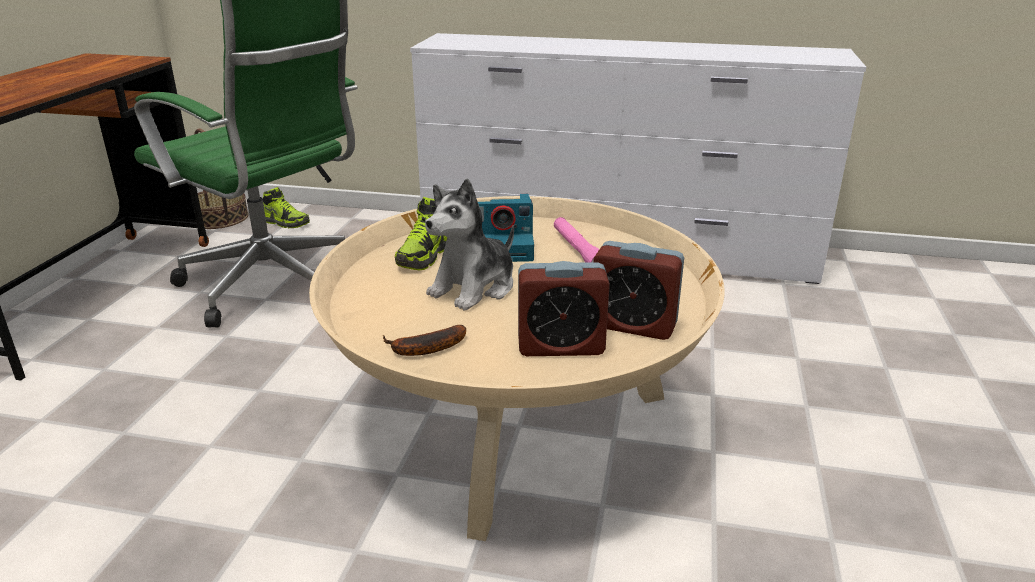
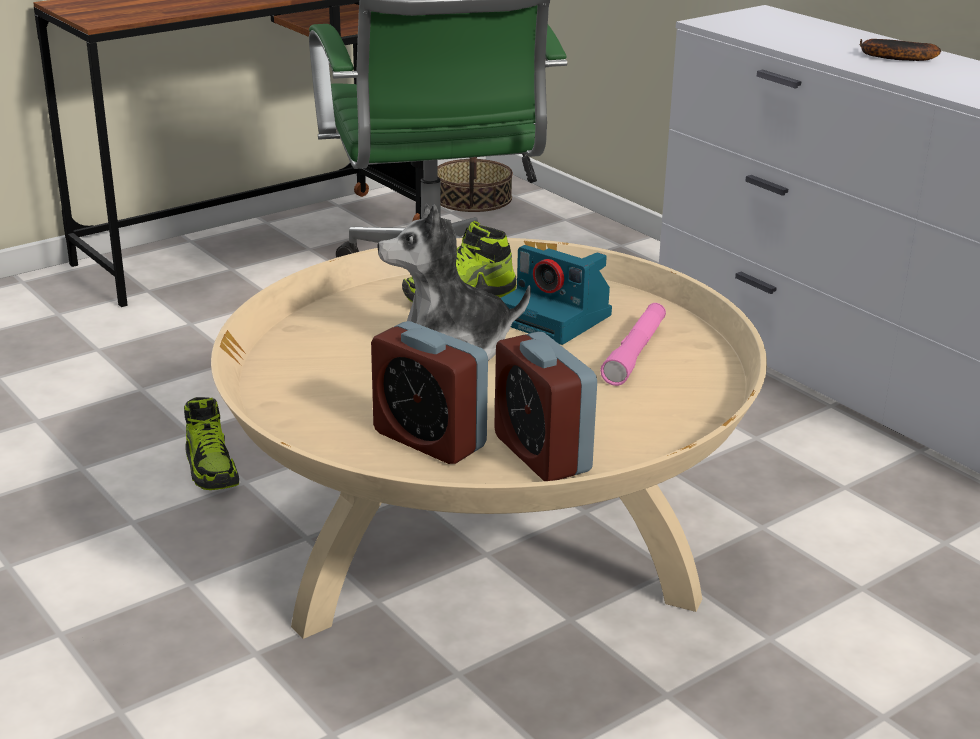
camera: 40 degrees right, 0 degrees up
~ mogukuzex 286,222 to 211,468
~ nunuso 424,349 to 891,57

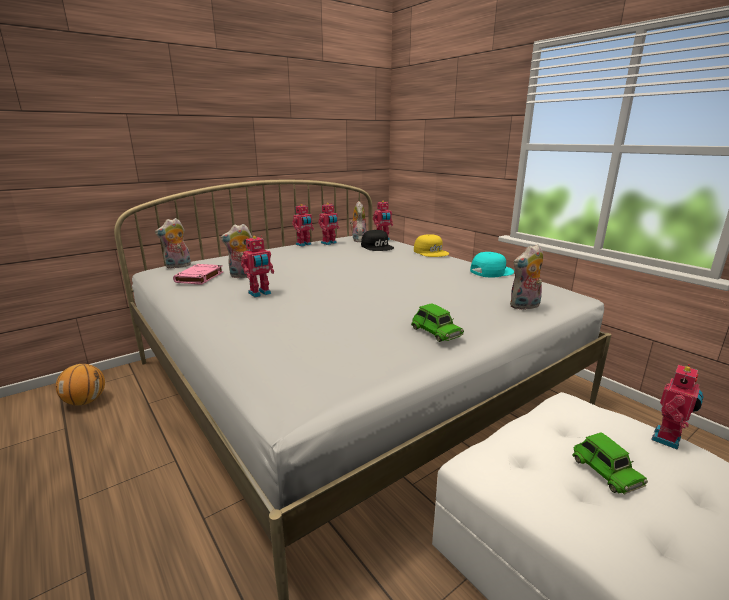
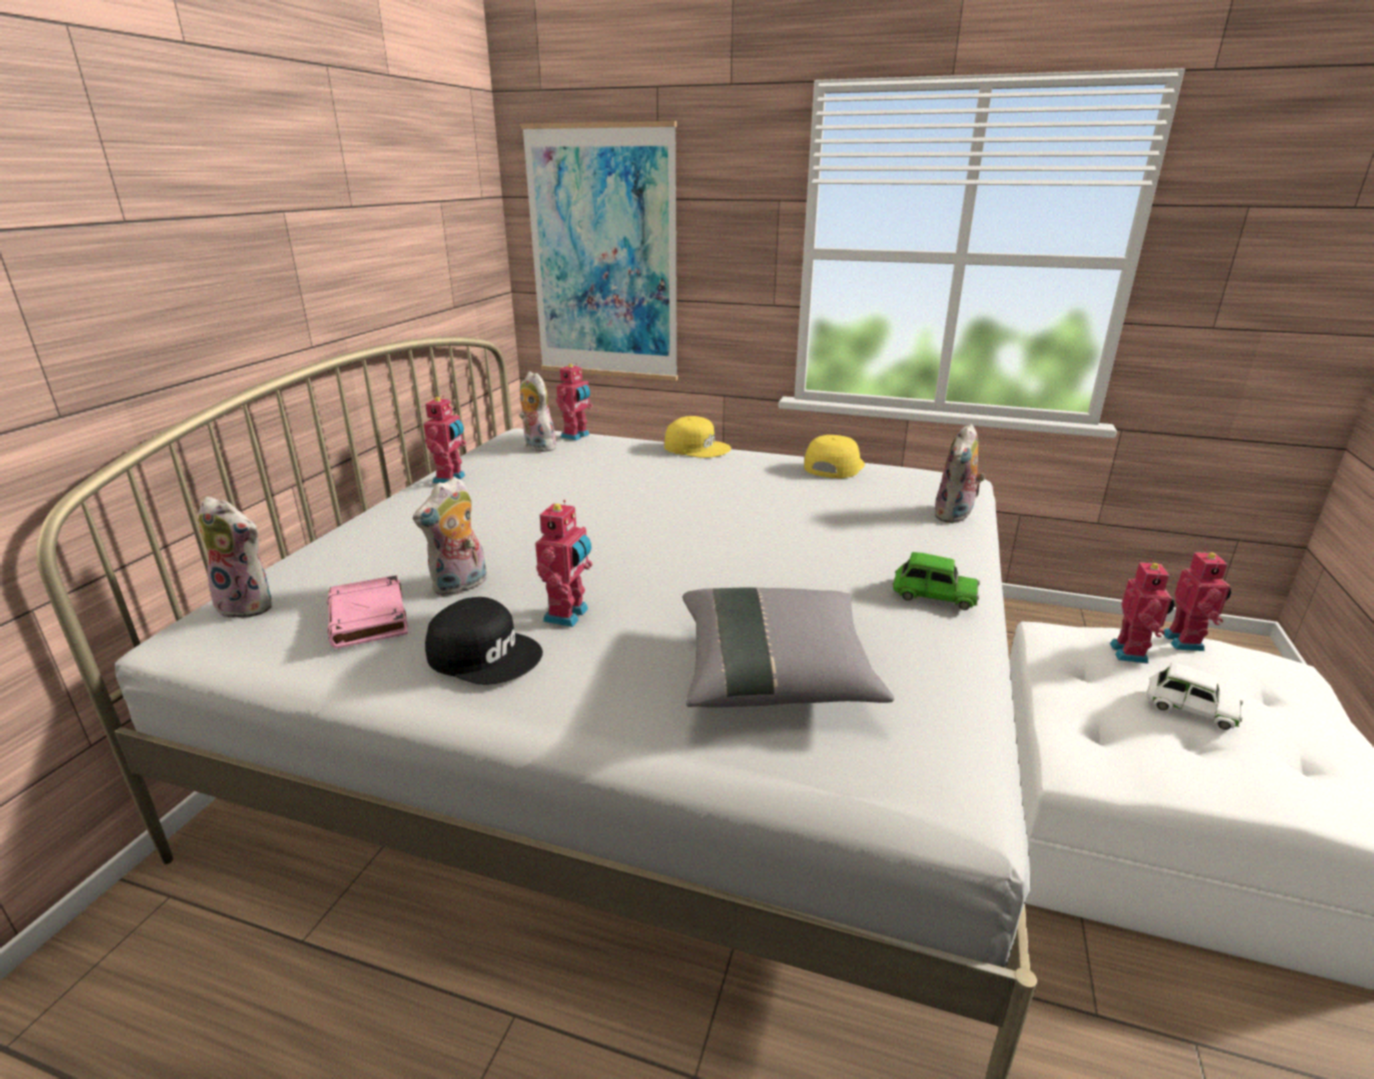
camera: 35 degrees left, 5 degrees up
~ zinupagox 178,266 = 250,605 90 degrees counterclockwise
~ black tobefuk 377,246 to 485,653
+ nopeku 604,256
+ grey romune 775,676
~ turquoise tobefuk 491,271 to yellow tobefuk 833,466
~ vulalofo 329,243 to 1131,653
~ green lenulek 605,470 to white lenulek 1190,706
- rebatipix 86,401

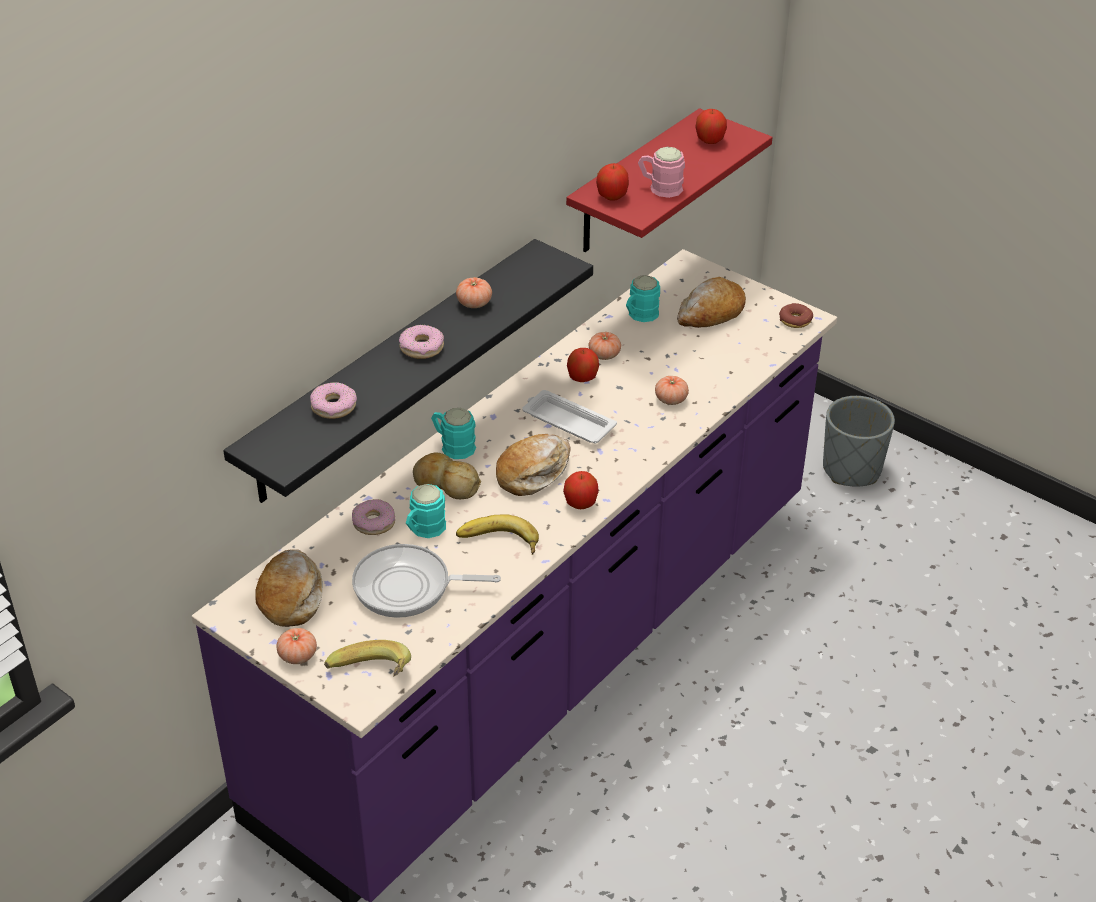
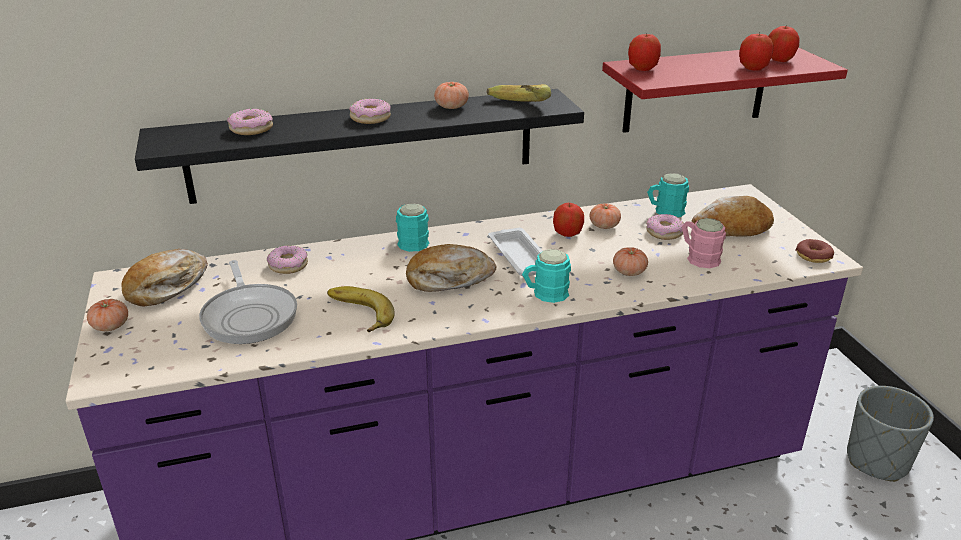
camera: 35 degrees right, 10 degrees down
~ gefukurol 408,587 = 249,316 150 degrees counterclockwise
~ nunuso 371,679 to 515,109
~ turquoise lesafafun 424,529 to 545,294
+ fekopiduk 664,232
~ pink lesafafun 660,187 to 698,257
~ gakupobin 580,503 to 753,68
- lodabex 446,483

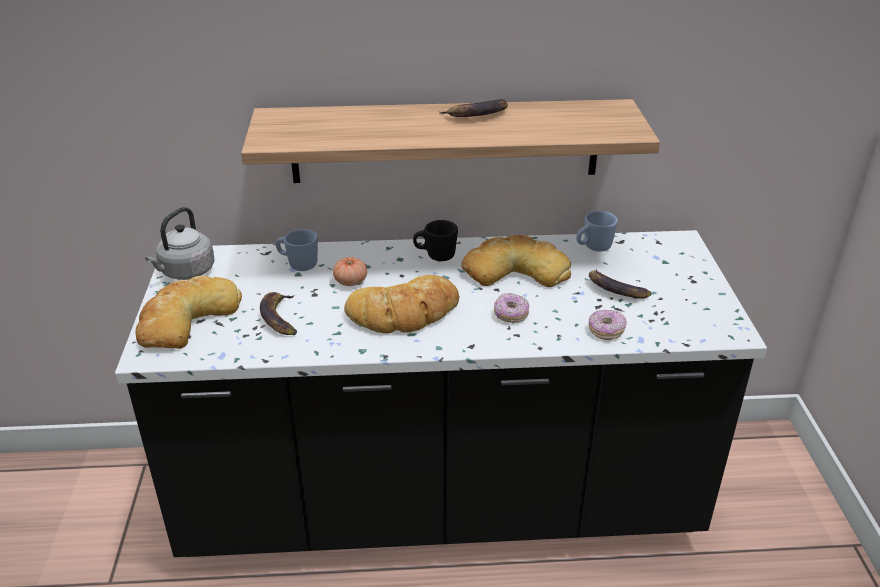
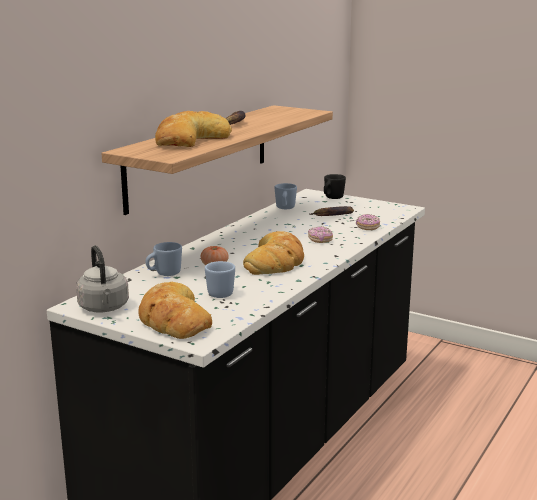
camera: 55 degrees left, 15 degrees down
~ lodabex 515,270 to 190,140
~ nunuso 279,318 to blue lesafafun 222,292
~ black lesafafun 435,256 to 332,198

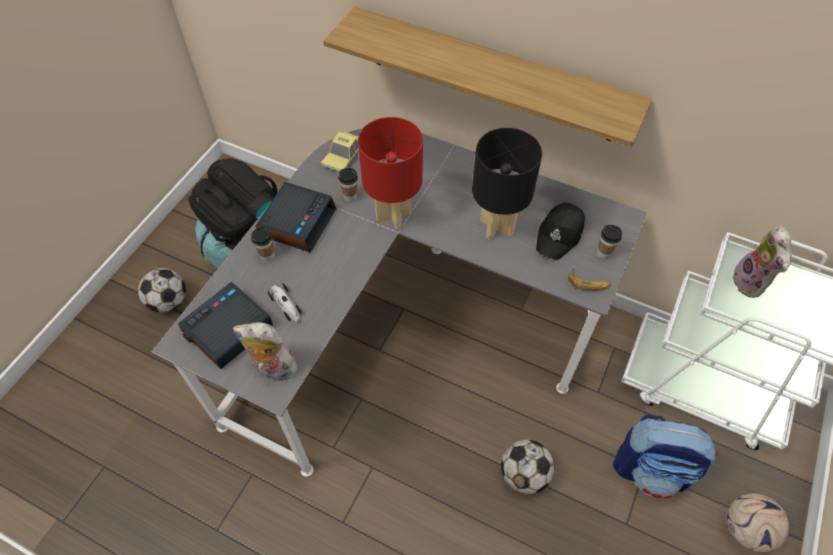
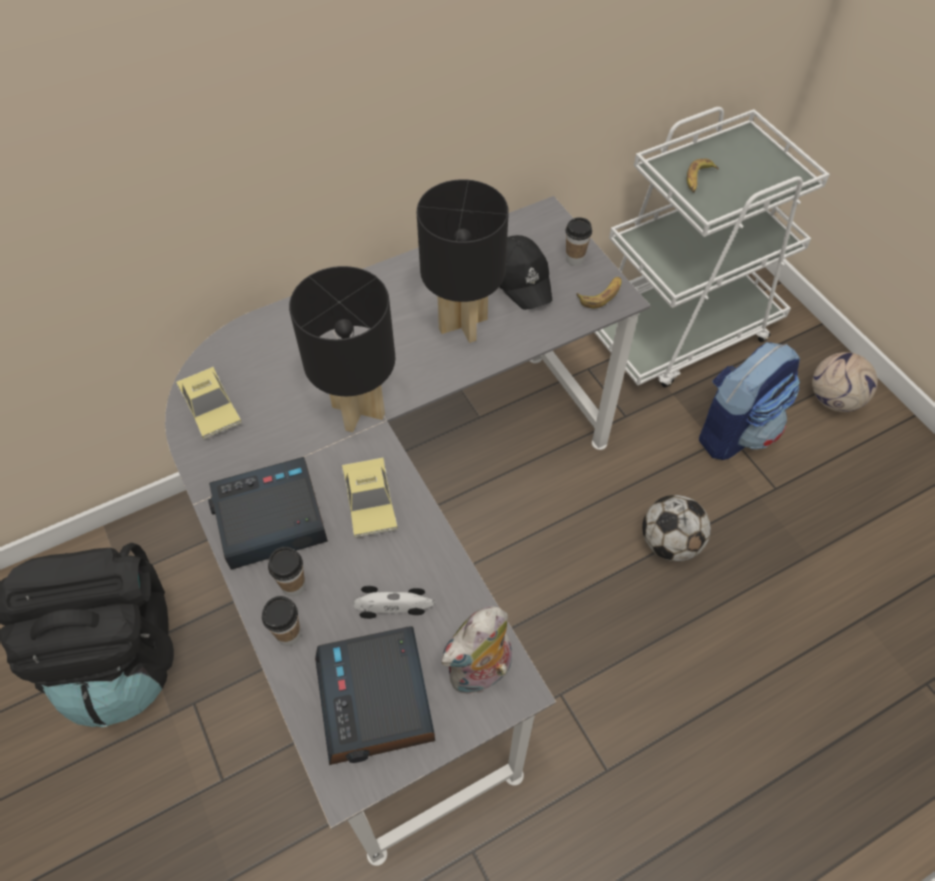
camera: 55 degrees left, 0 degrees up
~ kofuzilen 297,222 = 270,519 75 degrees counterclockwise
~ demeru 350,196 to 288,634
~ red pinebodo 394,216 to black pinebodo 359,410
+ lenulek 370,501
~ zinupagox 751,283 to nunuso 698,179
- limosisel 169,302
- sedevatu 491,75

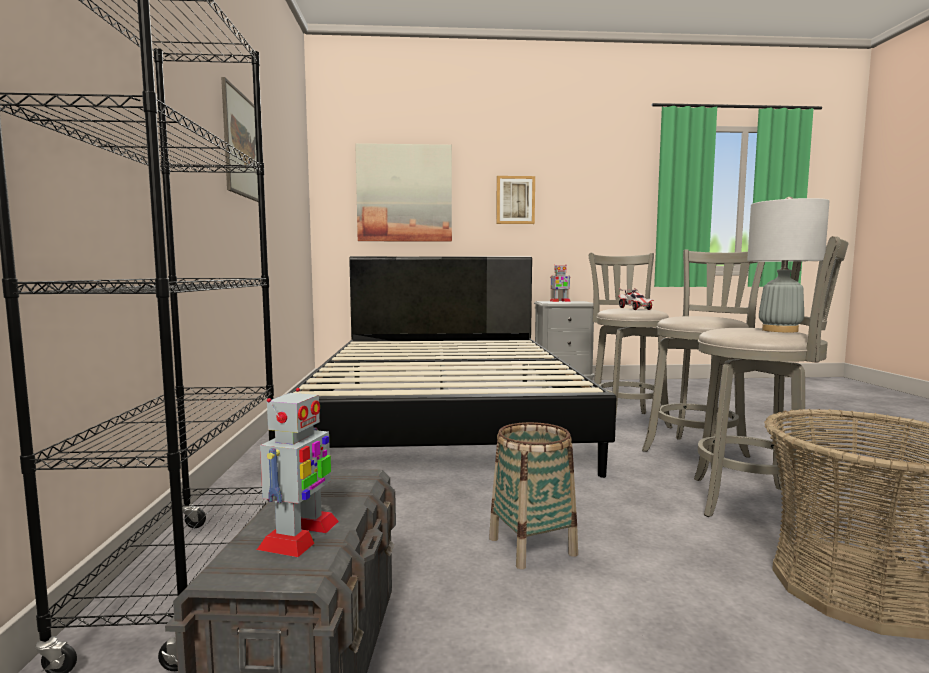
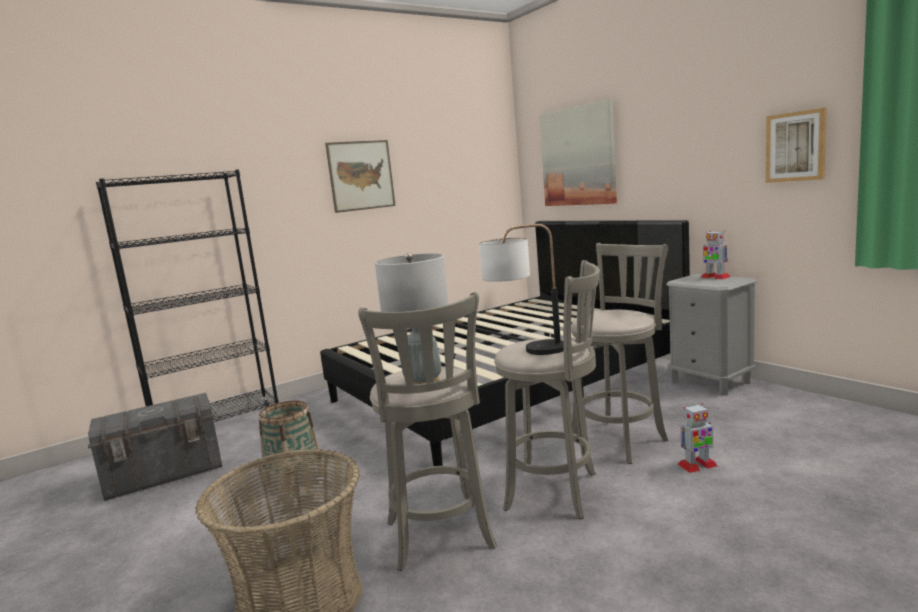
camera: 60 degrees right, 5 degrees up
+ pinebodo 526,351
~ vulalofo 299,536 to 697,465
~ nopeku 515,200 to 796,146
- lenulek 635,308

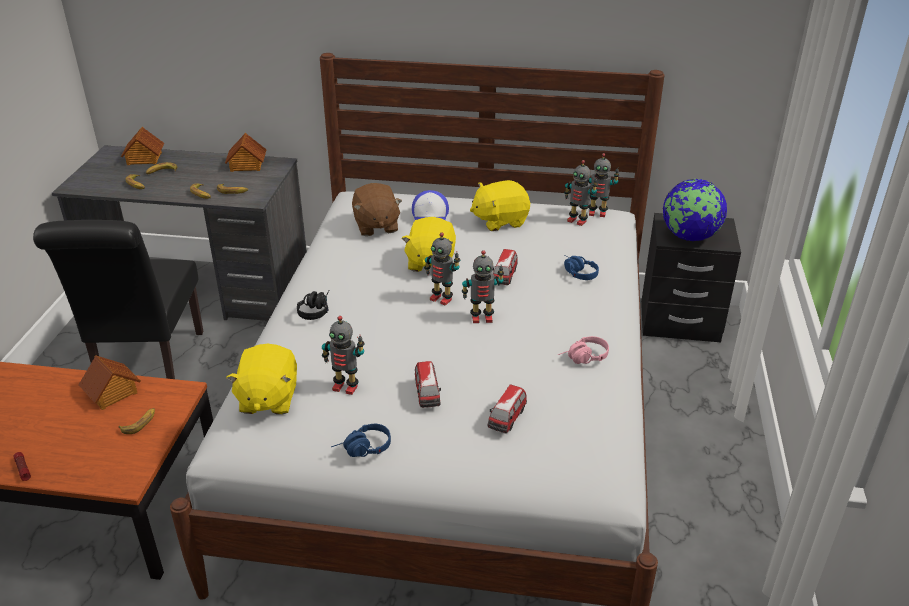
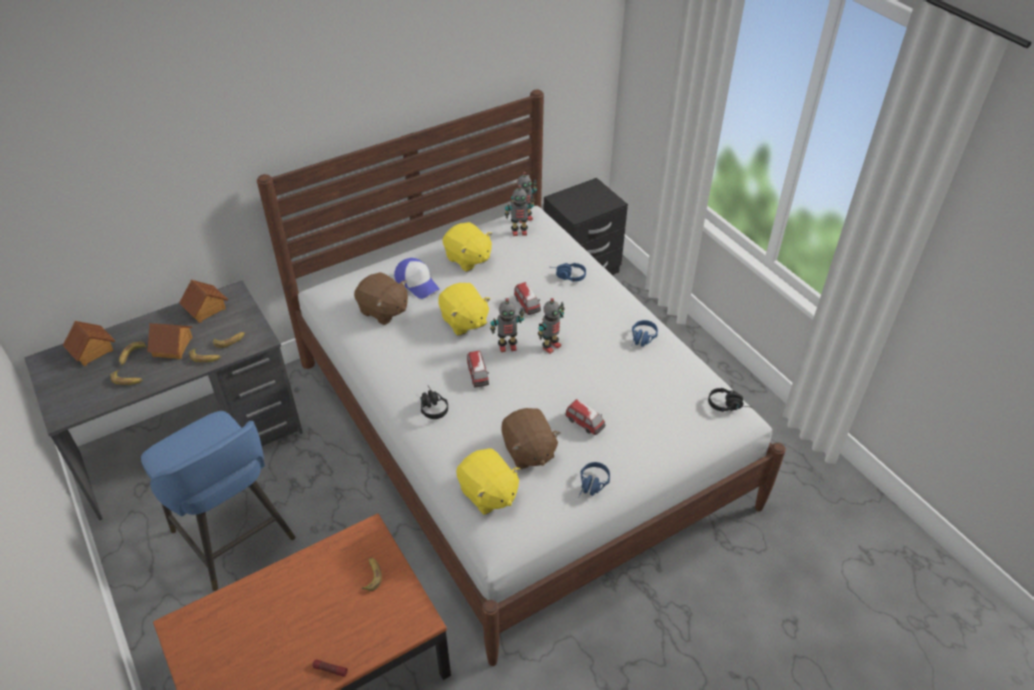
camera: 40 degrees left, 10 degrees up
~ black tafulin 149,370 to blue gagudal 235,537
~ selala 112,393 to 173,346
~ yellow zinupagox 500,221 = 468,259 75 degrees counterclockwise
~ lenulek 507,419 to 478,375
~ vulalofo 345,387 to brown zinupagox 528,451
~ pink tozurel 583,358 to blue tozurel 642,340
+ black tozurel 729,405
- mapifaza 689,237

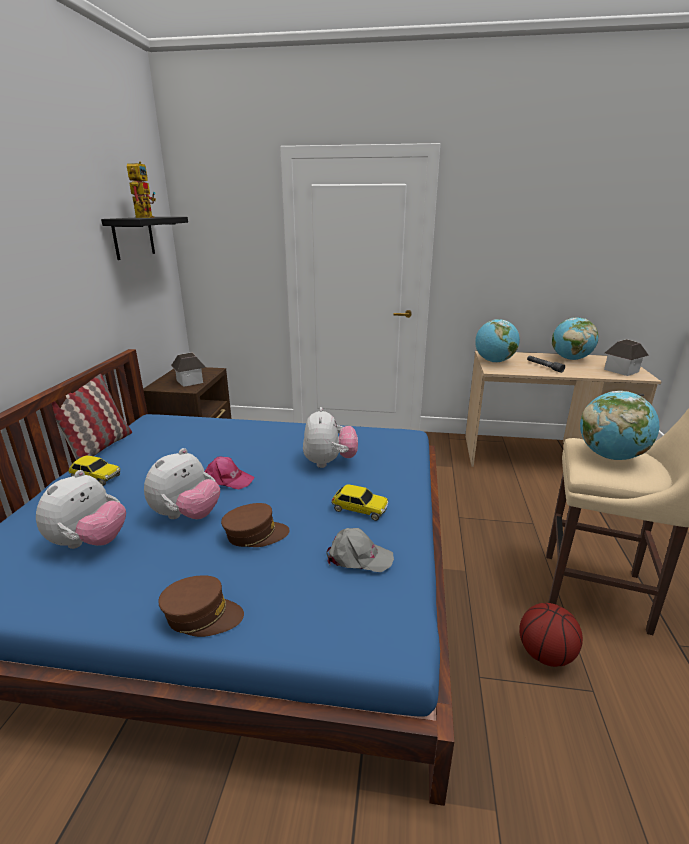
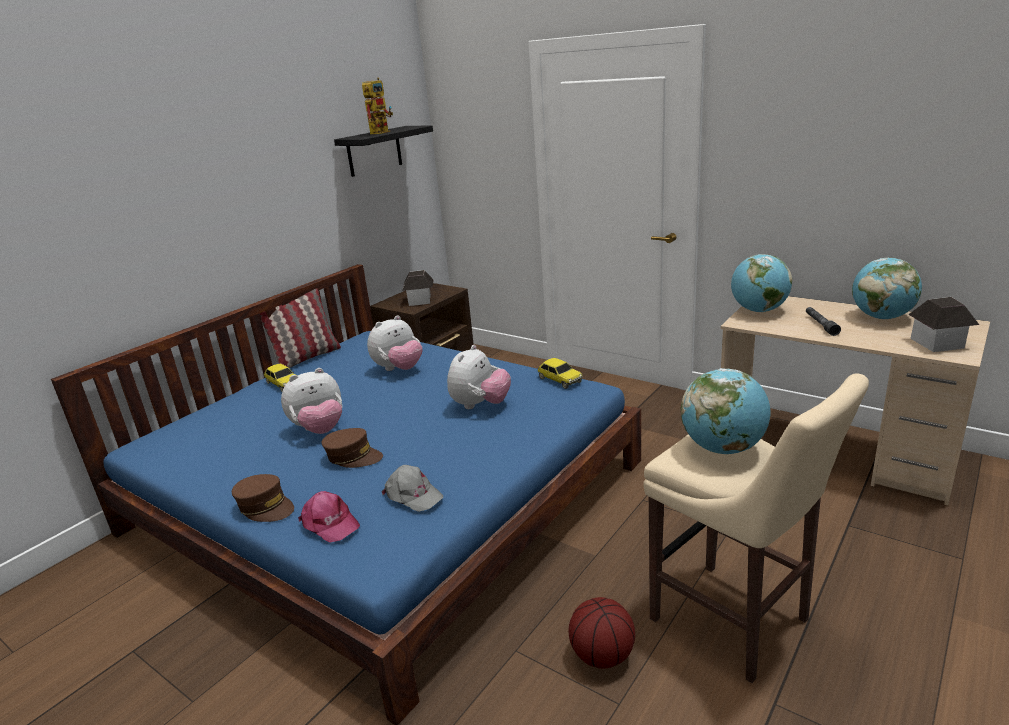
camera: 30 degrees right, 0 degrees up
~ pink tobefuk 227,479 to 329,523
~ zinupagox 90,542 to 399,369
~ lenulek 359,509 to 559,380

